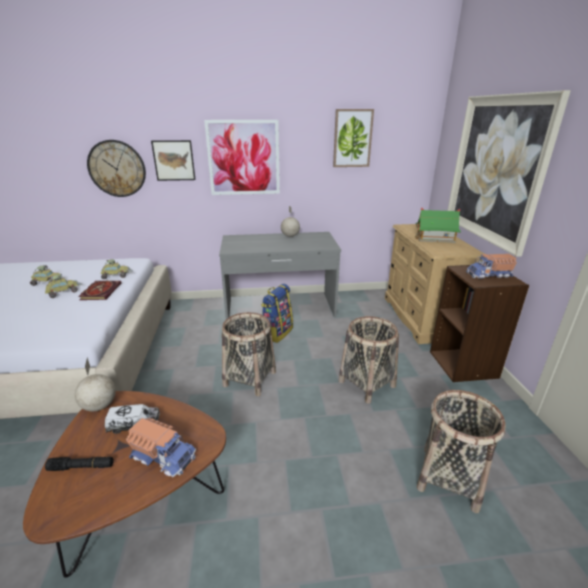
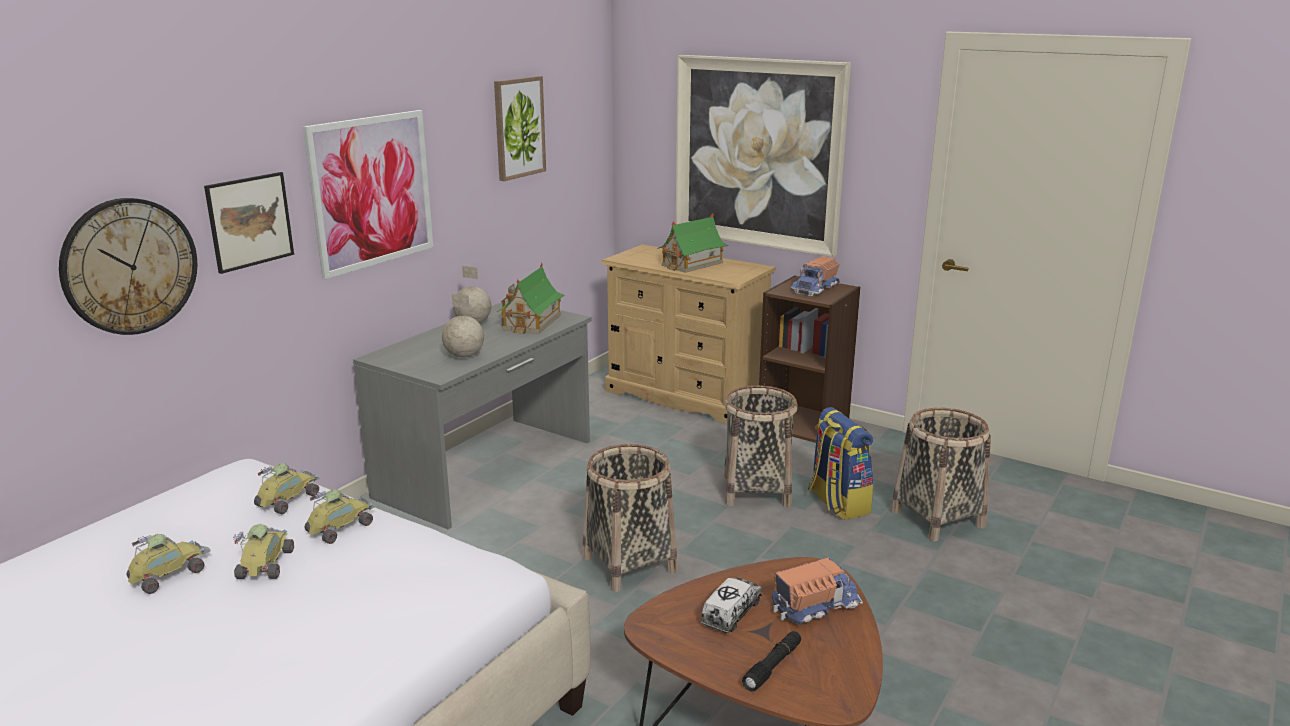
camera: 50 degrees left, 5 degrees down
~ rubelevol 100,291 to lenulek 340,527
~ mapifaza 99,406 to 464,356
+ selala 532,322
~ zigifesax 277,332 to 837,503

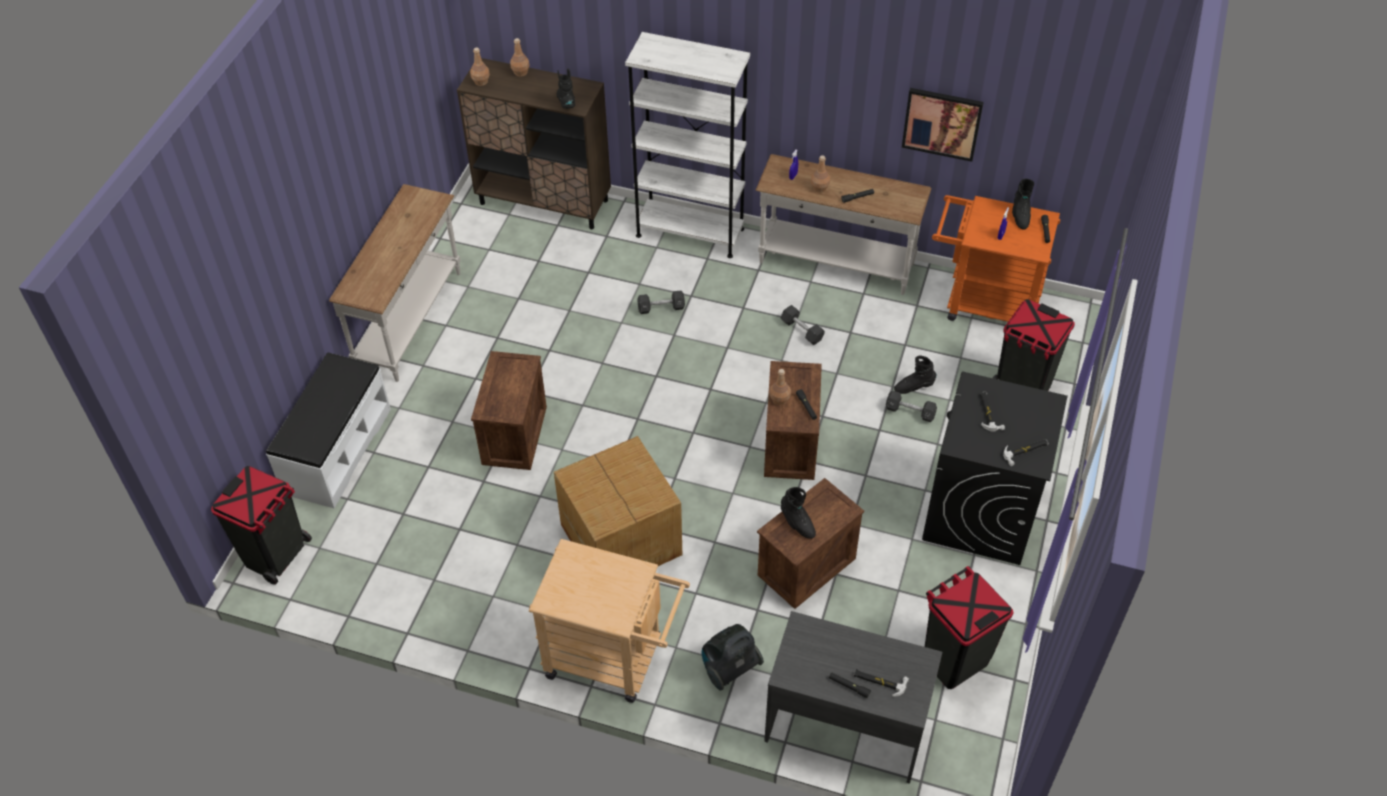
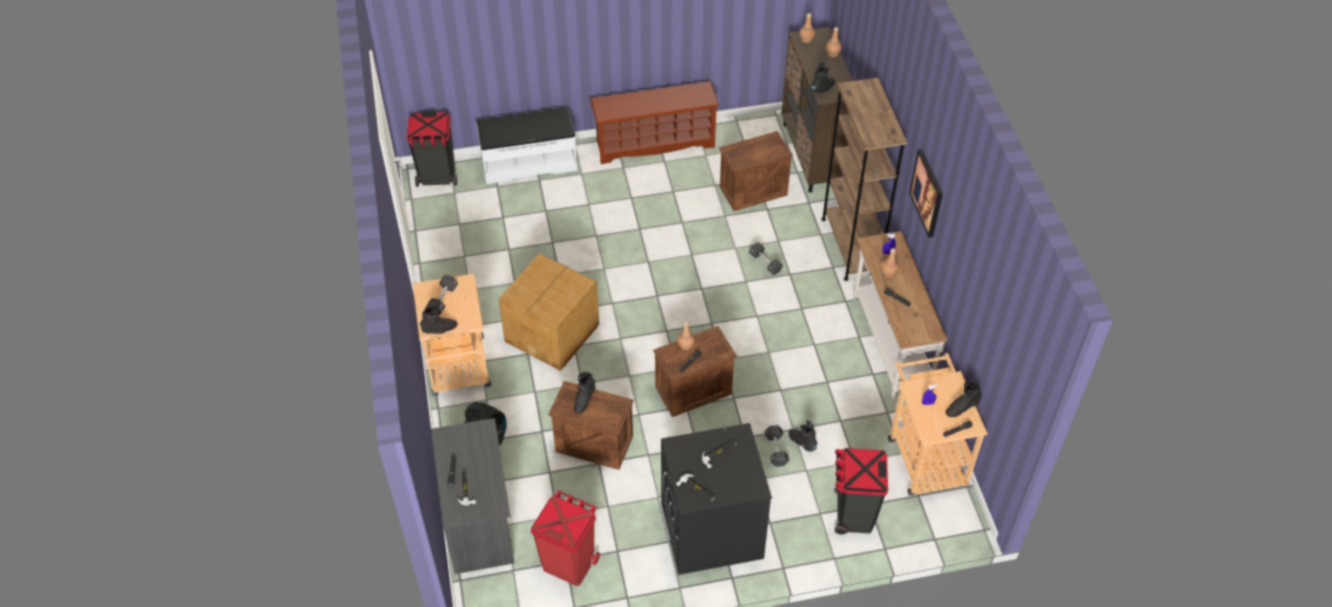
camera: 60 degrees right, 0 degrees up
+ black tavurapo 439,329
~ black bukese 802,330 to 443,299
~ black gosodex 954,660 to red gosodex 568,563
~ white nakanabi 411,321 to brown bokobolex 655,143
~ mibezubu 513,434 to 753,190
~ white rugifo 690,232 to brown rugifo 850,246
~ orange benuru 982,303 to beige benuru 924,454
~ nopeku 942,123 to 927,193

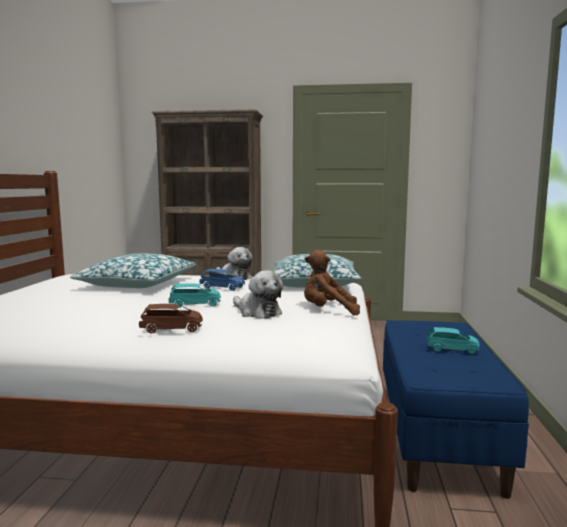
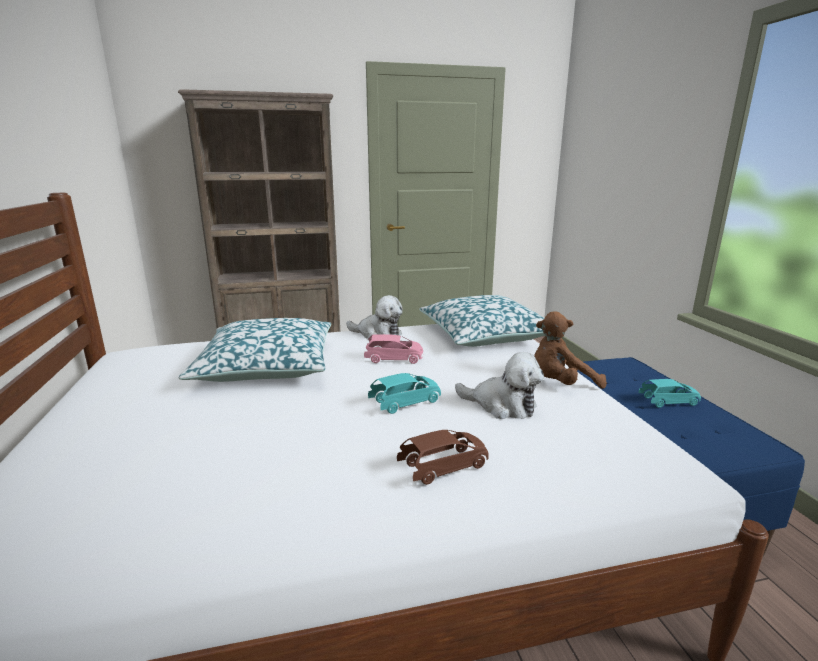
camera: 20 degrees left, 10 degrees up
~ blue lenulek 223,287 to pink lenulek 394,359

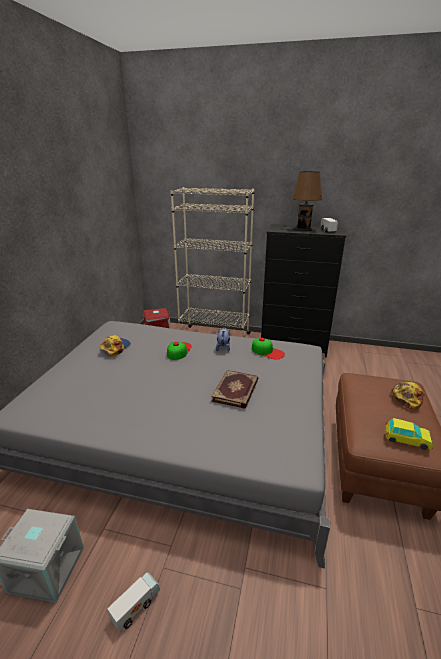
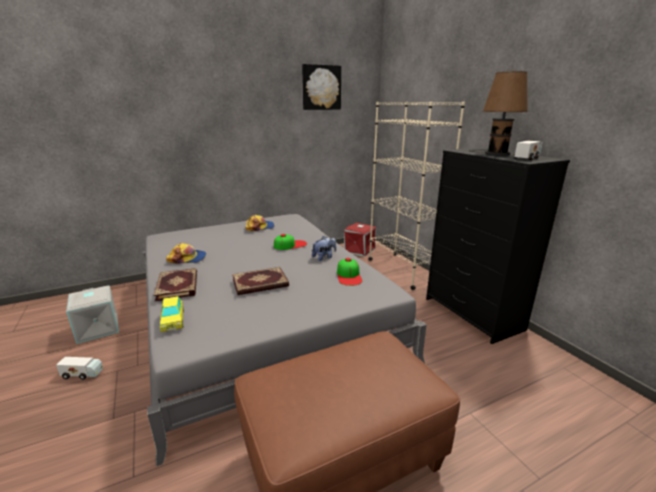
camera: 50 degrees right, 5 degrees down
+ rubelevol 178,286
~ lenulek 407,439 to 173,321
~ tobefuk 407,397 to 188,258
+ nopeku 321,87

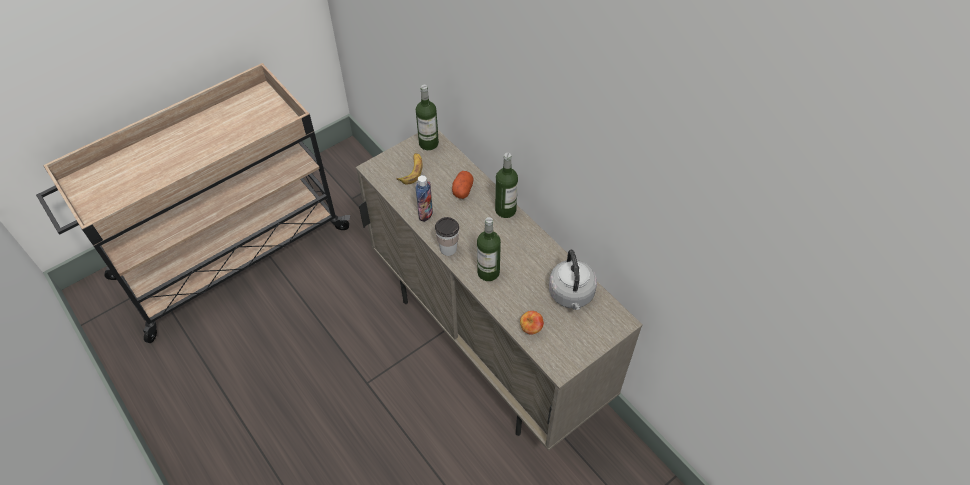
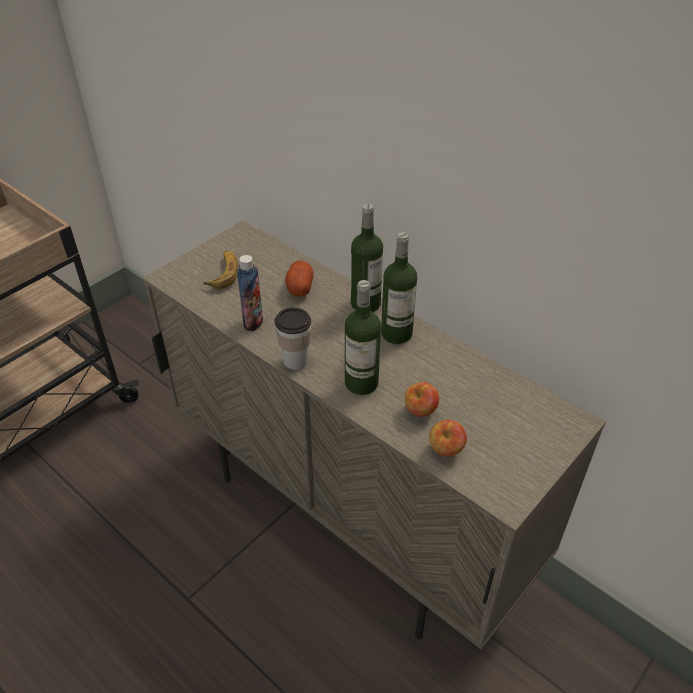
camera: 10 degrees left, 10 degrees down
~ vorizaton 428,143 to 396,333
+ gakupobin 420,411
- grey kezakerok 571,295

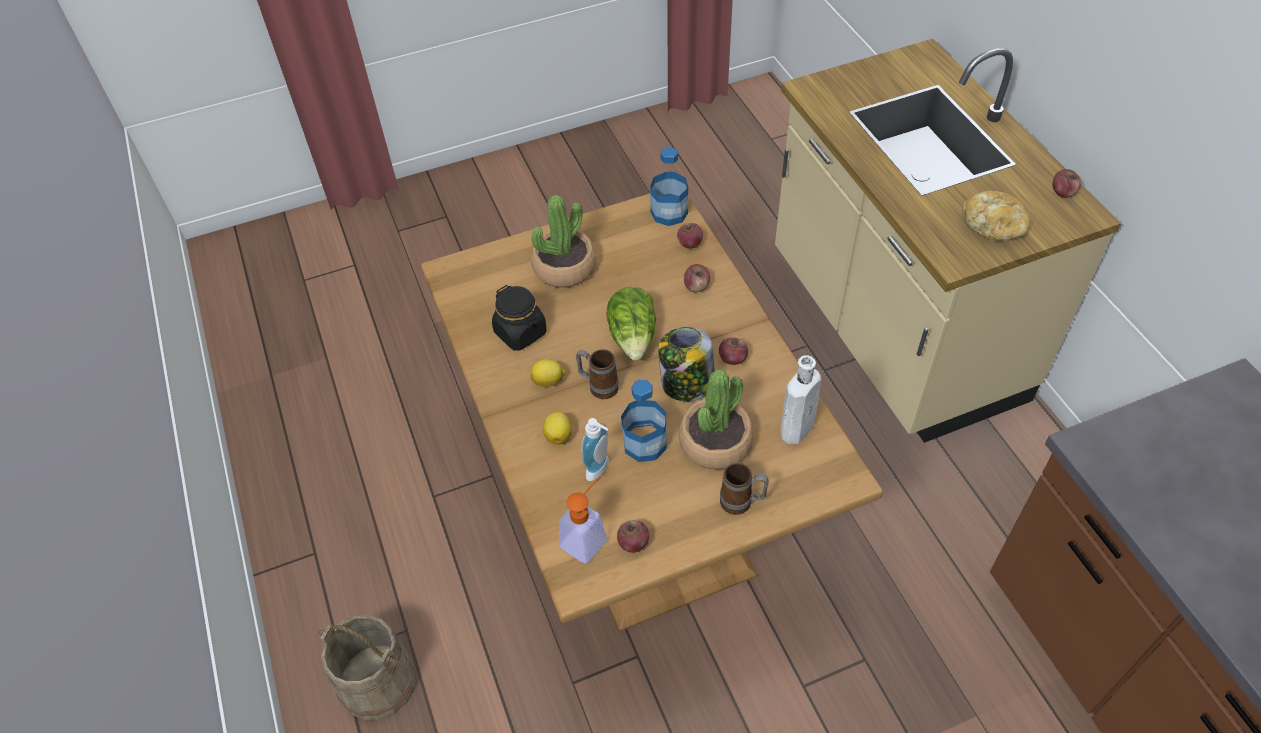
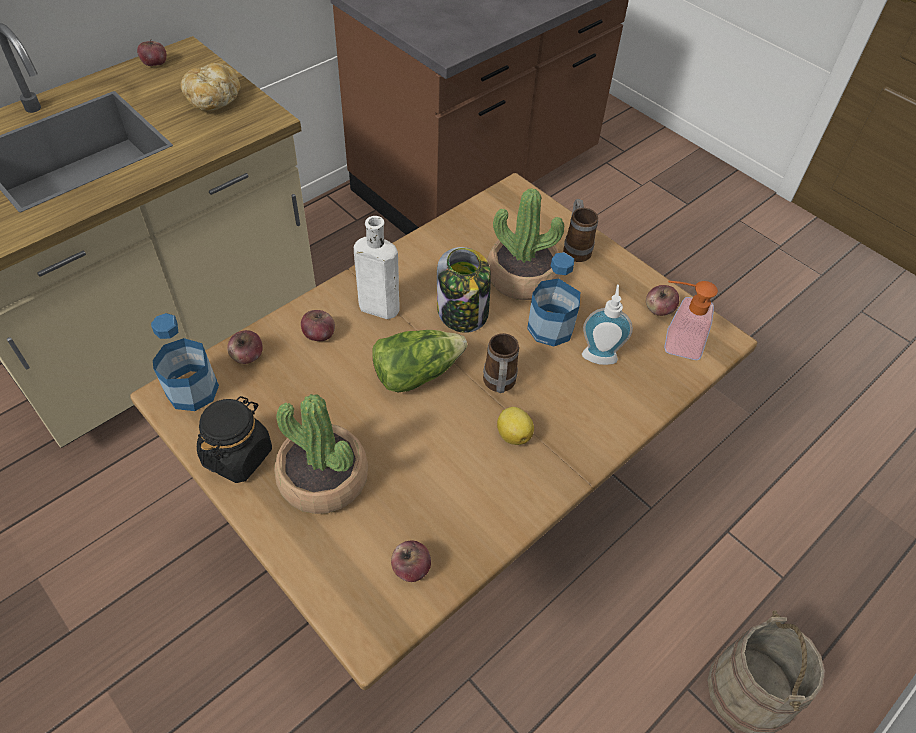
camera: 115 degrees left, 0 degrees up
~ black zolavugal 521,333 to 238,455
~ white vorizaton 798,427 to 376,307
~ gakupobin 732,358 to 411,568
- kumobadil 558,435

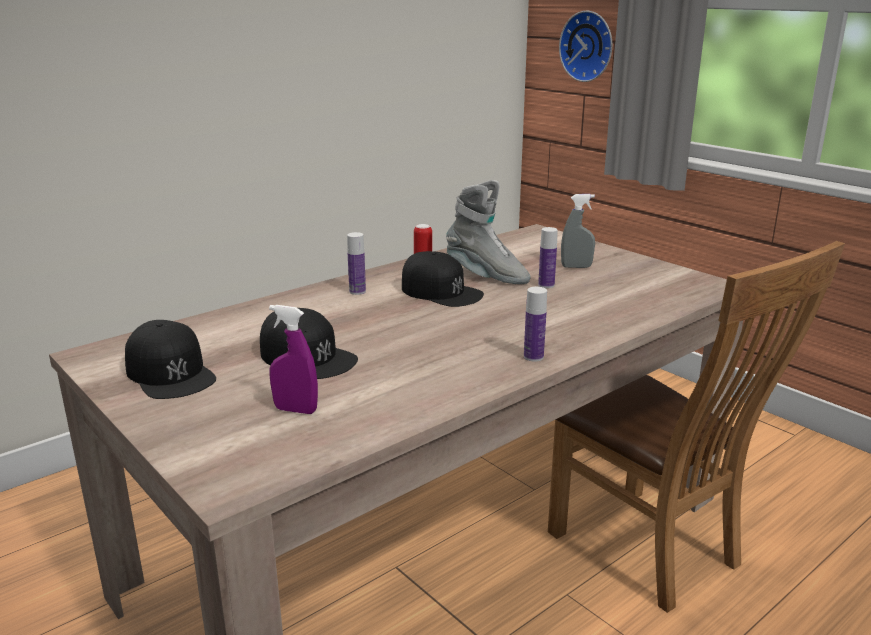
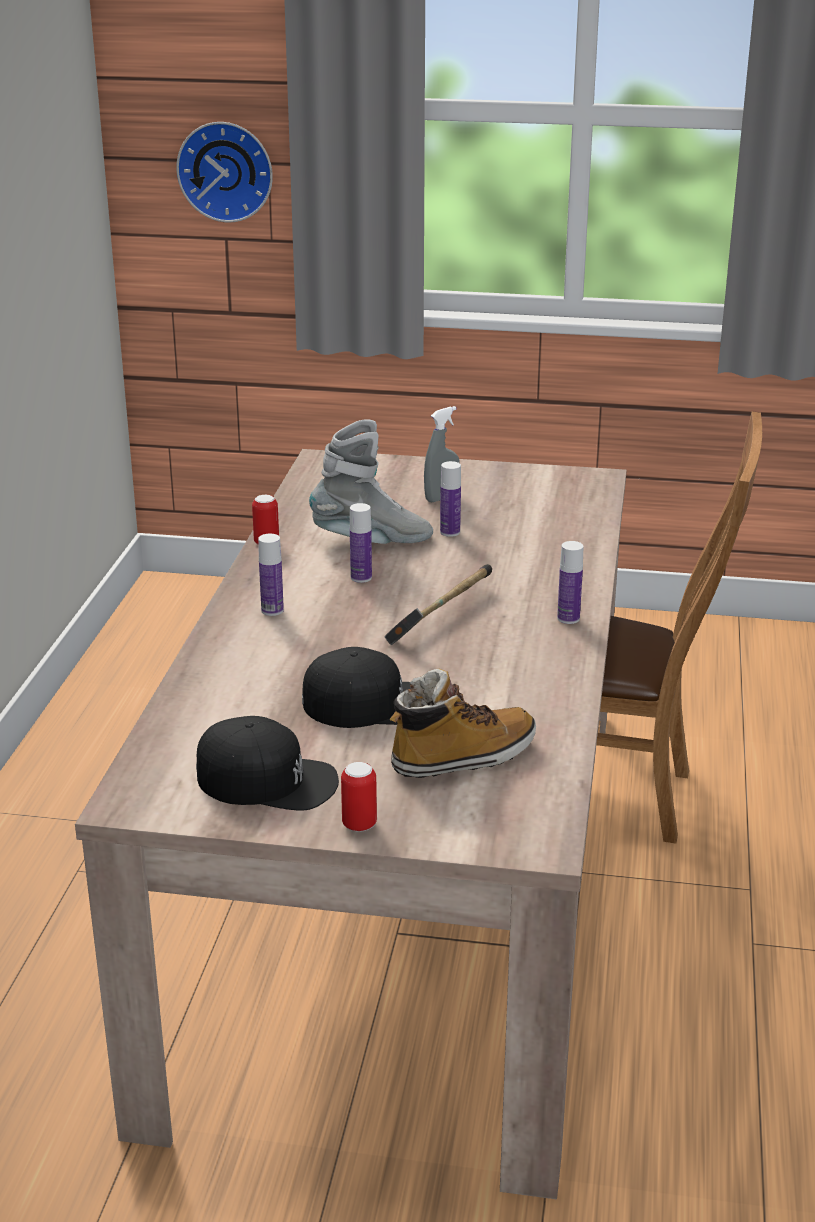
camera: 40 degrees left, 5 degrees up
+ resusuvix 359,825
~ black tobefuk 441,291 to vorizaton 361,577
+ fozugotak 440,618
~ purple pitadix 295,410 to tavurapo 463,757

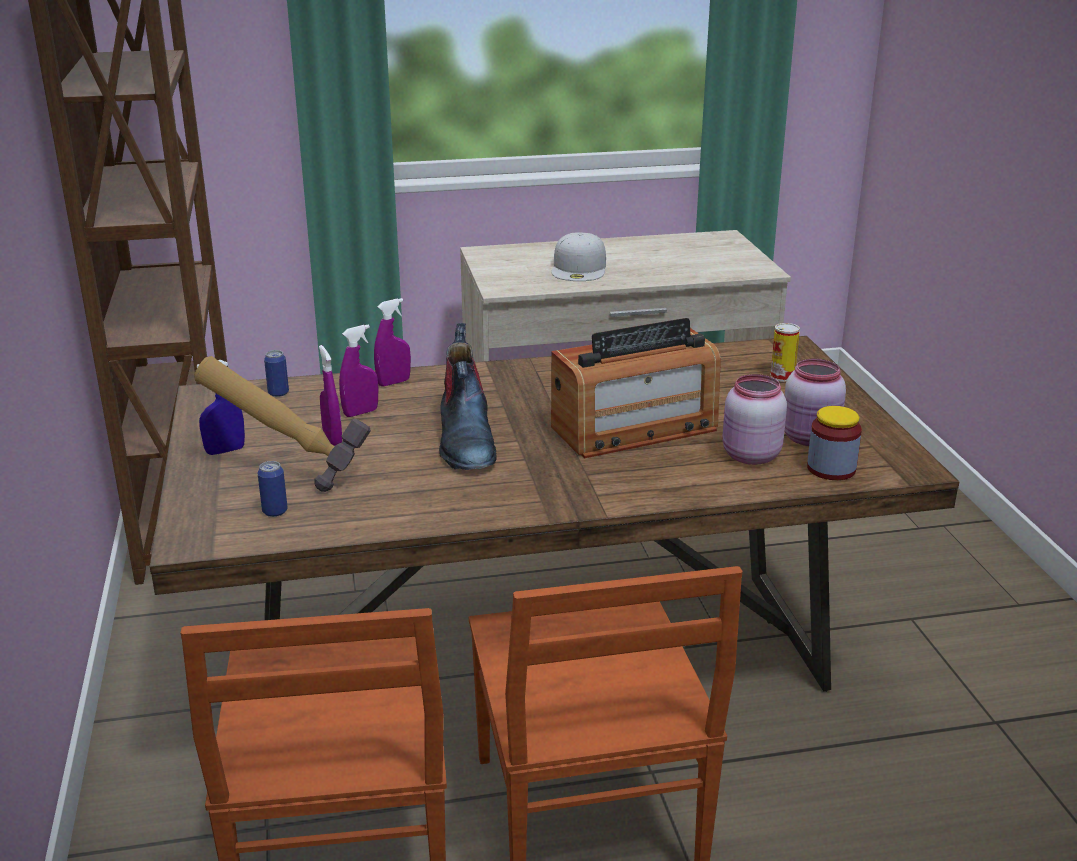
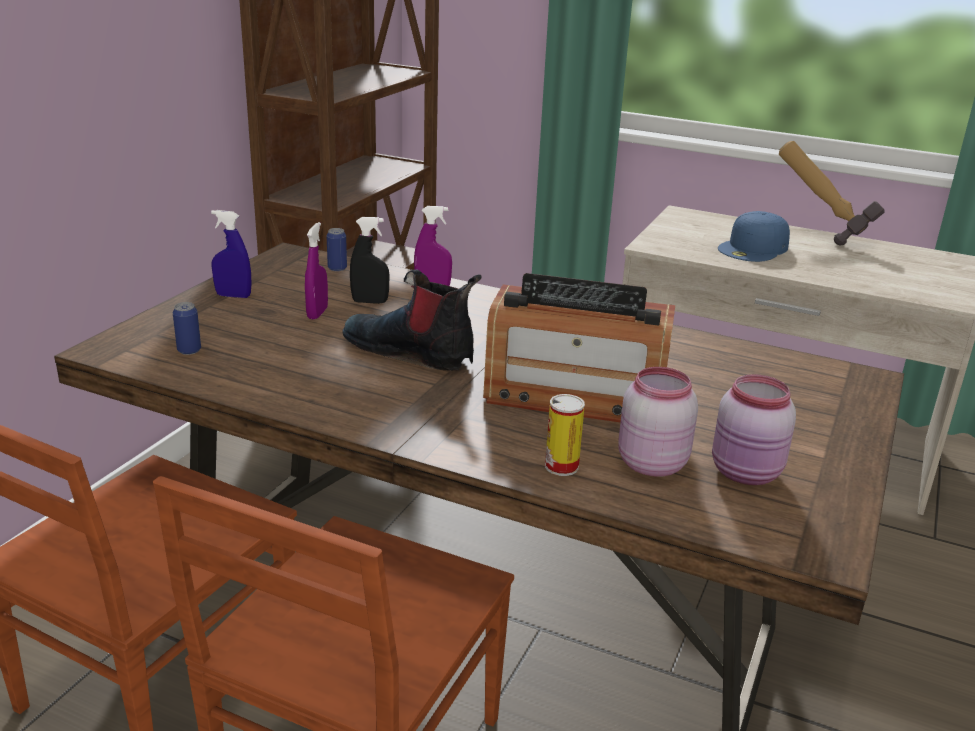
camera: 35 degrees right, 0 degrees up
~ tavurapo 466,441 = 411,351 90 degrees clockwise
~ purple pitadix 361,412 to black pitadix 370,302
~ resusuvix 782,376 to 561,466
~ white tobefuk 579,268 to blue tobefuk 754,248
~ fozugotak 291,475 to 820,234
- zolavugal 831,469

